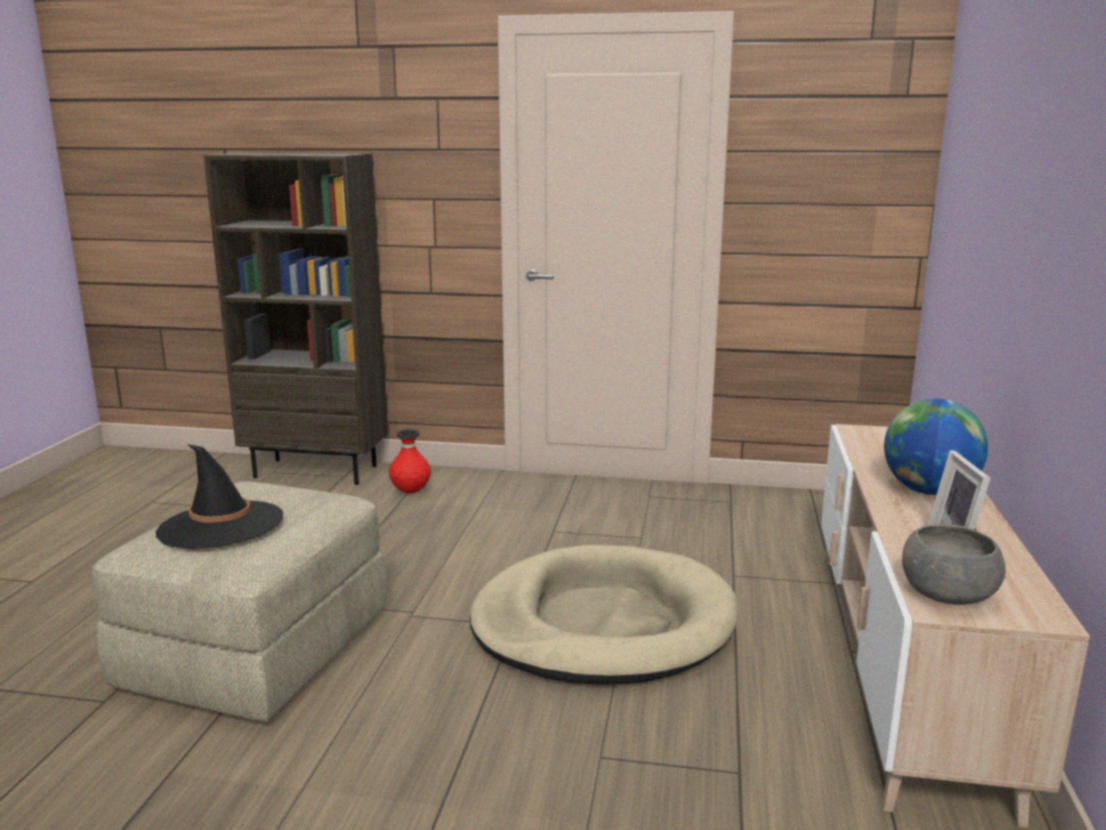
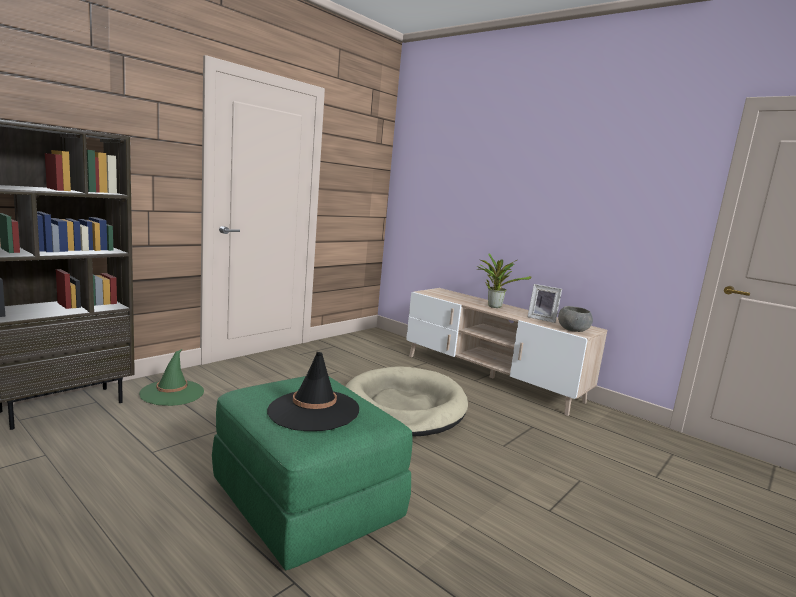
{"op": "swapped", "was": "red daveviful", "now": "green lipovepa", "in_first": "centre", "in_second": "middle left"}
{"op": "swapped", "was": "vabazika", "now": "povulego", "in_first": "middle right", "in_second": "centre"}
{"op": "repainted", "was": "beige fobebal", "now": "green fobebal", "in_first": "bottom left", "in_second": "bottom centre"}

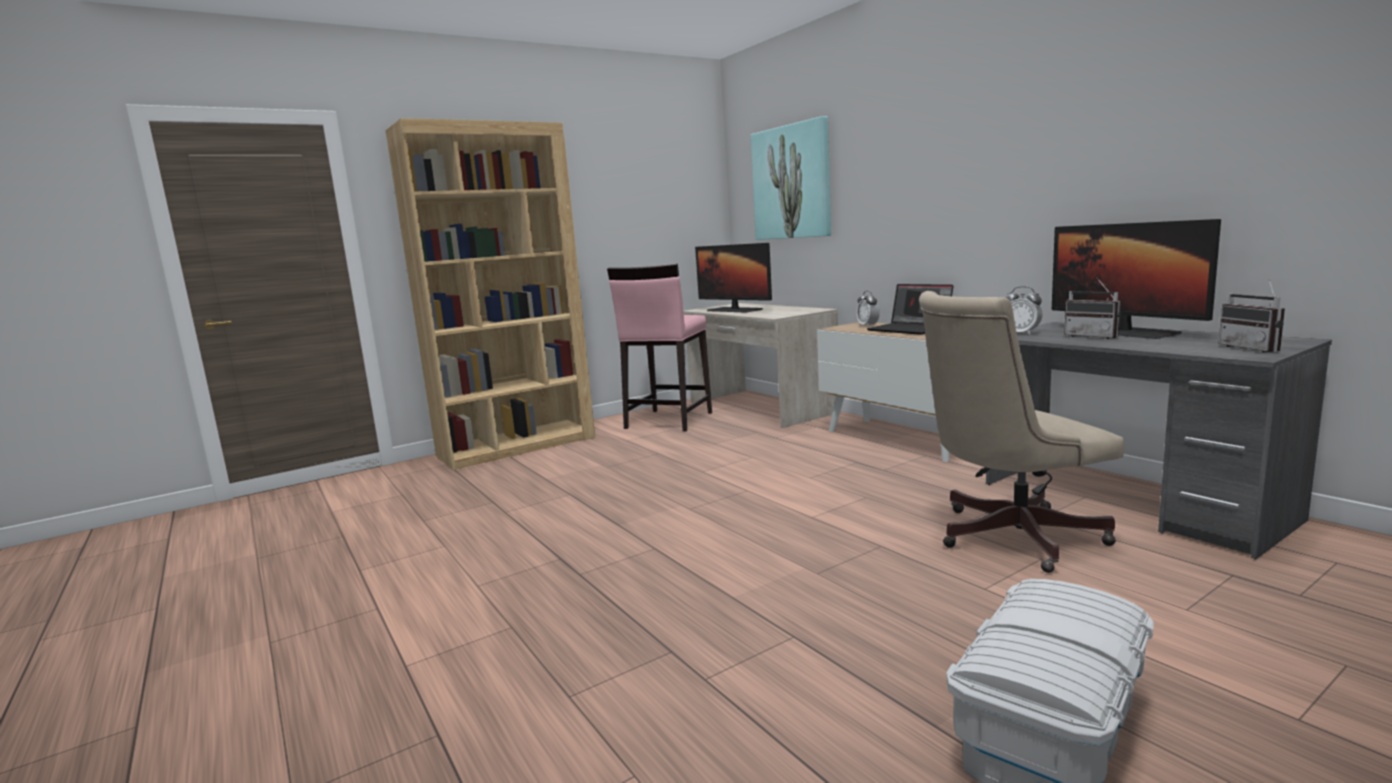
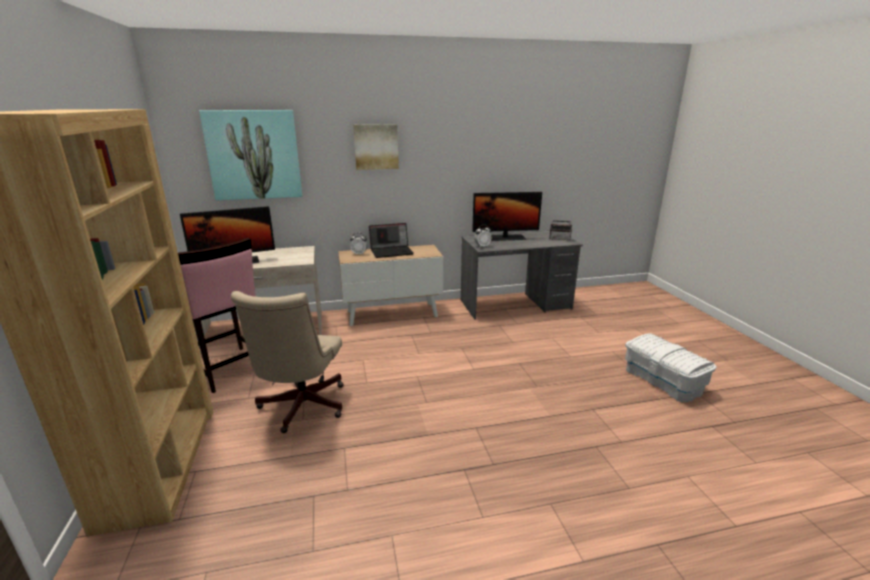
{"op": "gone", "was": "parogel (no. 1 from left)", "in_first": "middle right"}
{"op": "new", "now": "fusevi (no. 2 from left)", "in_second": "top centre"}
{"op": "shifted", "was": "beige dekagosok", "in_first": "middle right", "in_second": "middle left"}

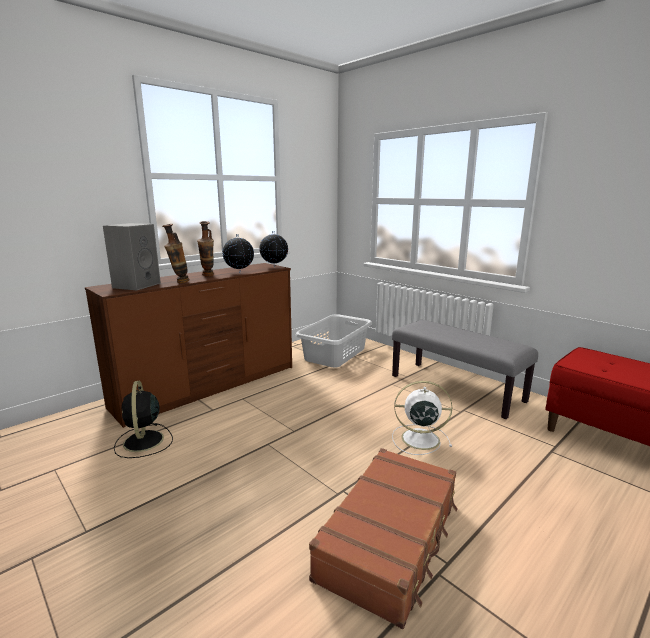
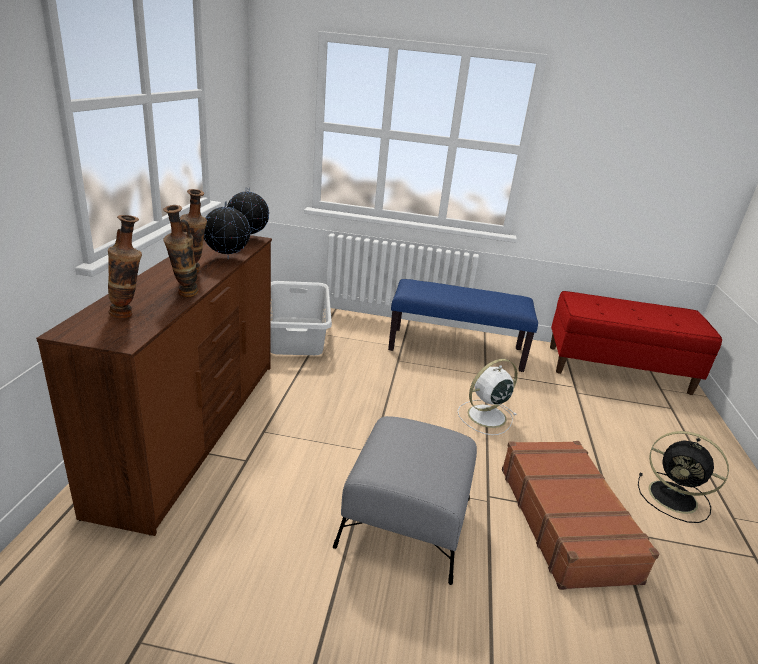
{"op": "new", "now": "grey fobebal", "in_second": "bottom centre"}
{"op": "shifted", "was": "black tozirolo", "in_first": "middle left", "in_second": "bottom right"}
{"op": "swapped", "was": "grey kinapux", "now": "daveviful (no. 1 from left)", "in_first": "middle left", "in_second": "middle left"}
{"op": "repainted", "was": "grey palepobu", "now": "blue palepobu", "in_first": "middle right", "in_second": "centre"}

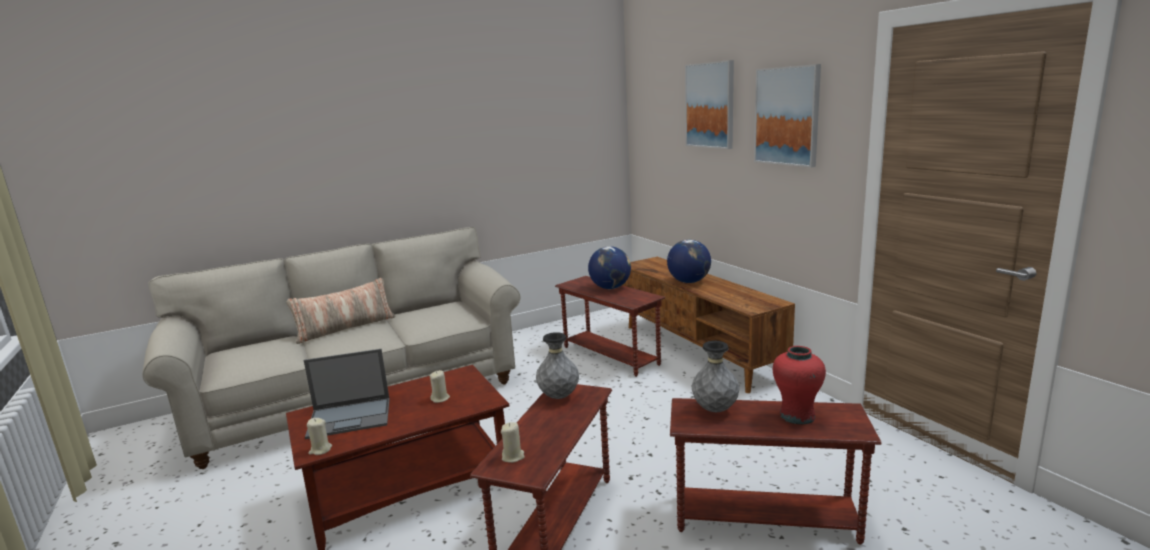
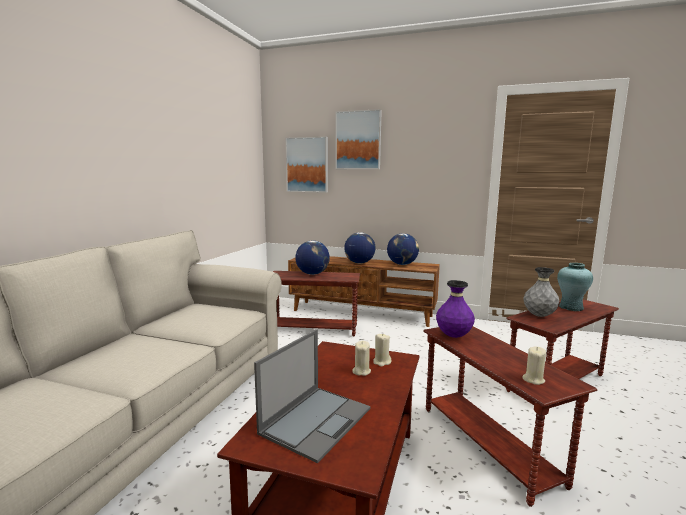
{"op": "gone", "was": "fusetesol", "in_first": "middle left"}
{"op": "new", "now": "vabazika (no. 3 from left)", "in_second": "centre"}
{"op": "shifted", "was": "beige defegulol (no. 1 from left in the first image)", "now": "beige defegulol (no. 2 from left)", "in_first": "bottom left", "in_second": "bottom centre"}
{"op": "shifted", "was": "fusevi (no. 2 from left in the first image)", "now": "fusevi (no. 1 from left)", "in_first": "top right", "in_second": "top centre"}
{"op": "repainted", "was": "grey daveviful (no. 1 from left)", "now": "purple daveviful", "in_first": "centre", "in_second": "centre"}
{"op": "repainted", "was": "red daveviful", "now": "turquoise daveviful", "in_first": "bottom right", "in_second": "middle right"}

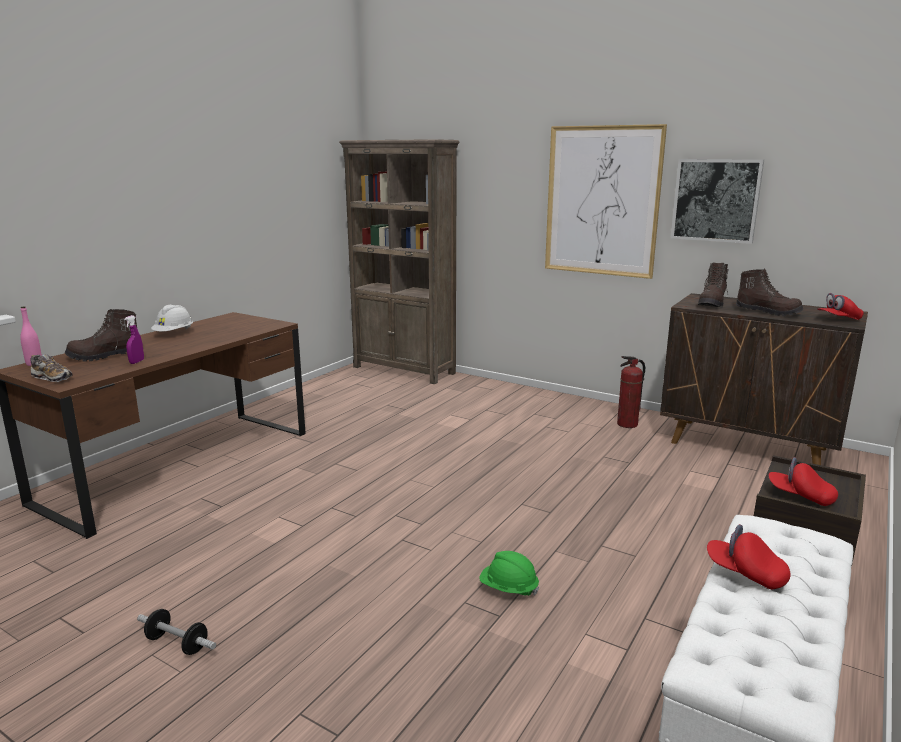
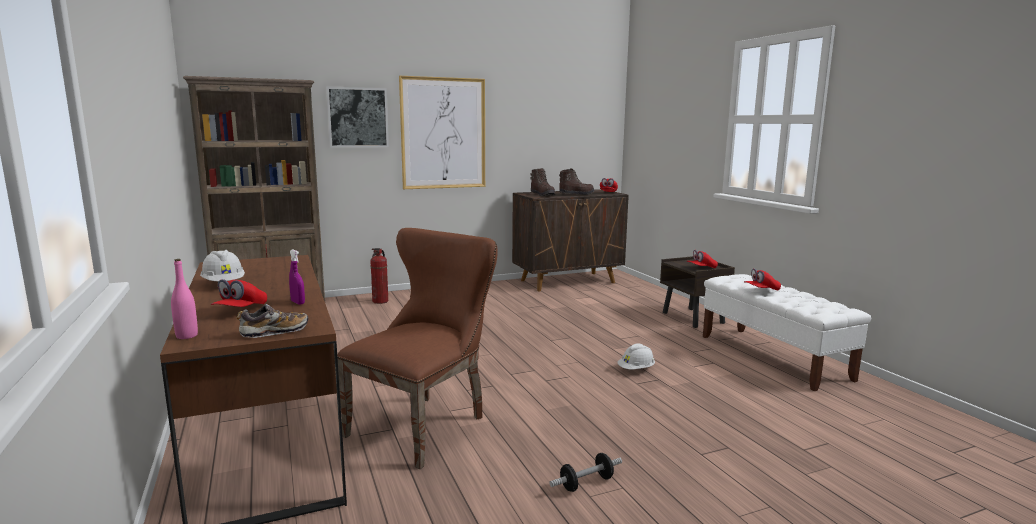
{"op": "new", "now": "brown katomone", "in_second": "centre"}
{"op": "shifted", "was": "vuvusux", "in_first": "middle right", "in_second": "centre"}
{"op": "shifted", "was": "fusevi (no. 2 from left in the first image)", "now": "fusevi (no. 1 from left)", "in_first": "top right", "in_second": "top centre"}
{"op": "swapped", "was": "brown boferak (no. 1 from left)", "now": "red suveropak (no. 1 from left)", "in_first": "middle left", "in_second": "middle left"}
{"op": "repainted", "was": "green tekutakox", "now": "white tekutakox (no. 2 from left)", "in_first": "bottom centre", "in_second": "bottom centre"}

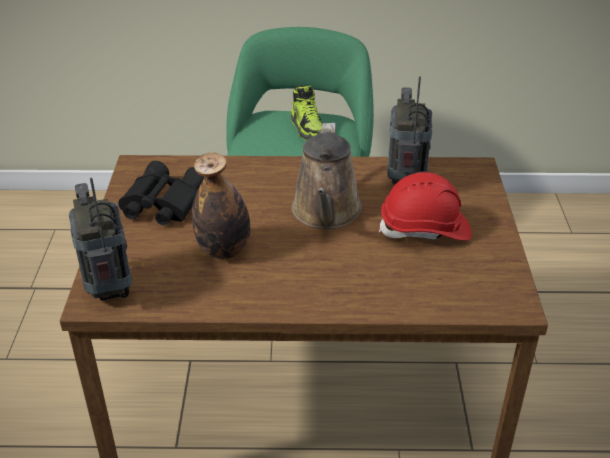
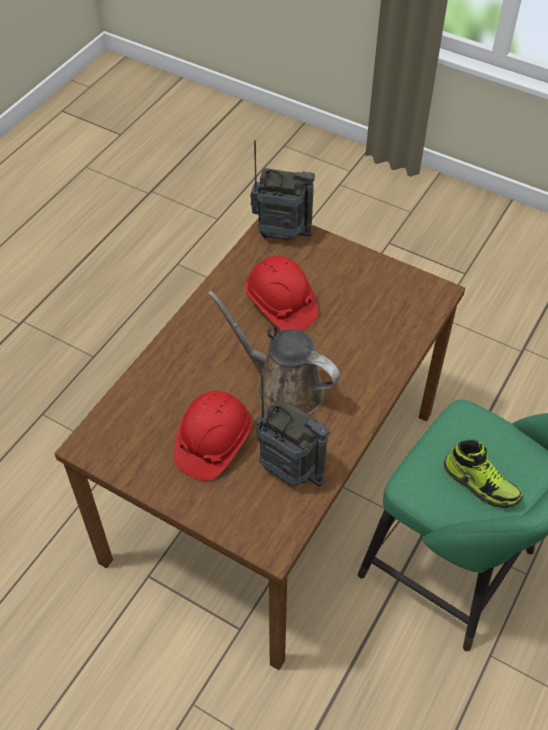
{"op": "gone", "was": "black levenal", "in_first": "middle left"}
{"op": "swapped", "was": "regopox", "now": "red tekutakox (no. 2 from left)", "in_first": "centre", "in_second": "centre"}
{"op": "rotated", "was": "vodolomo", "in_first": "top centre", "in_second": "middle right", "clockwise": -150}

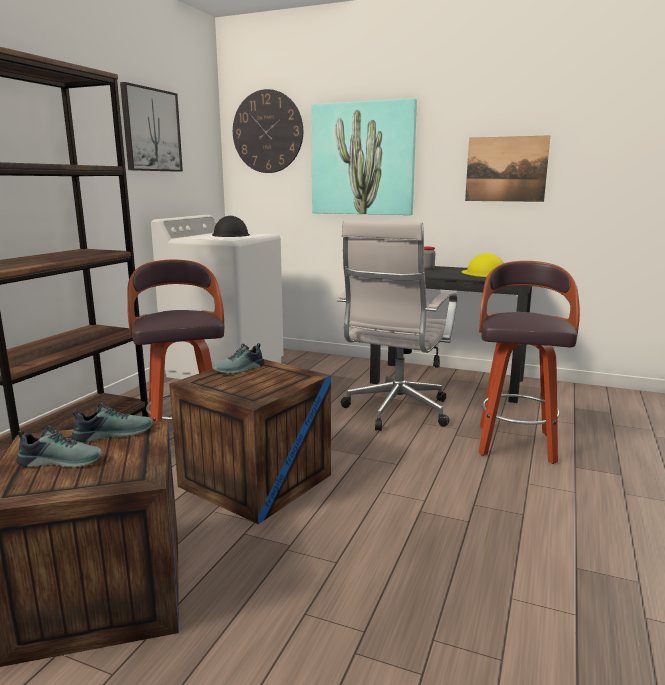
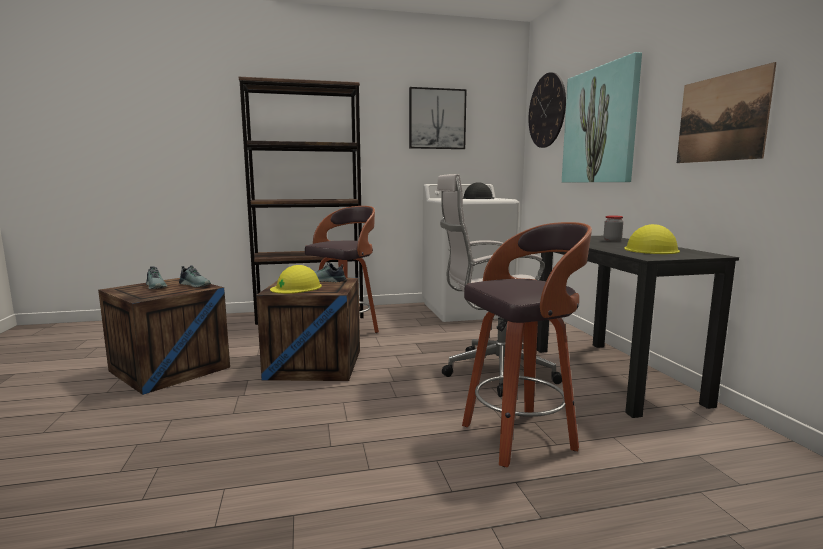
{"op": "new", "now": "yellow tekutakox (no. 1 from left)", "in_second": "centre"}

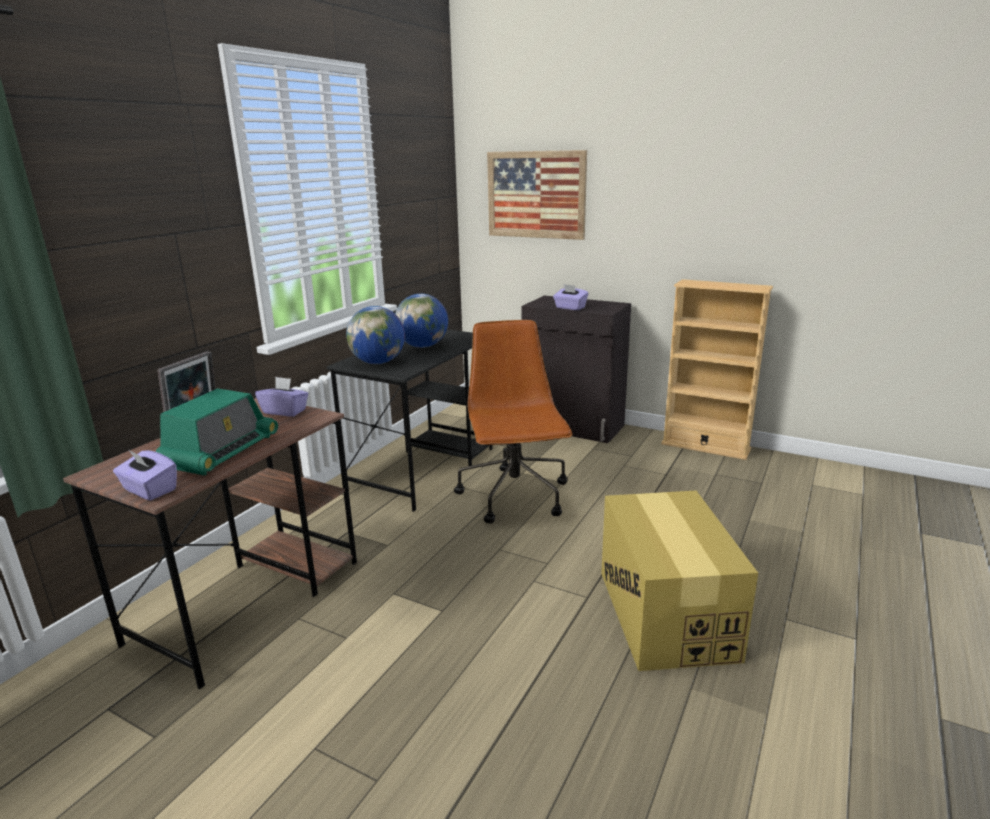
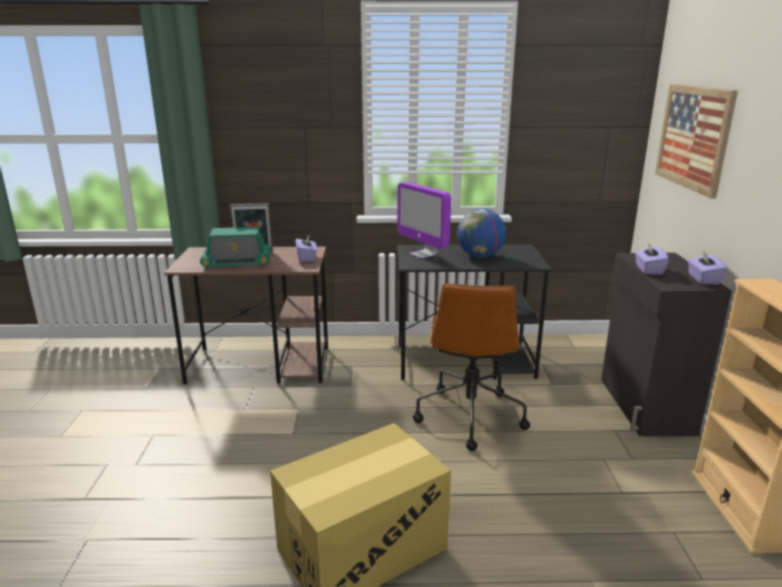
{"op": "shifted", "was": "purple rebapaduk (no. 1 from left in the first image)", "now": "purple rebapaduk (no. 3 from left)", "in_first": "middle left", "in_second": "middle right"}
{"op": "swapped", "was": "vabazika (no. 1 from left)", "now": "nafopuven", "in_first": "centre", "in_second": "centre"}
{"op": "rotated", "was": "brown dekagosok", "in_first": "centre", "in_second": "centre", "clockwise": 135}

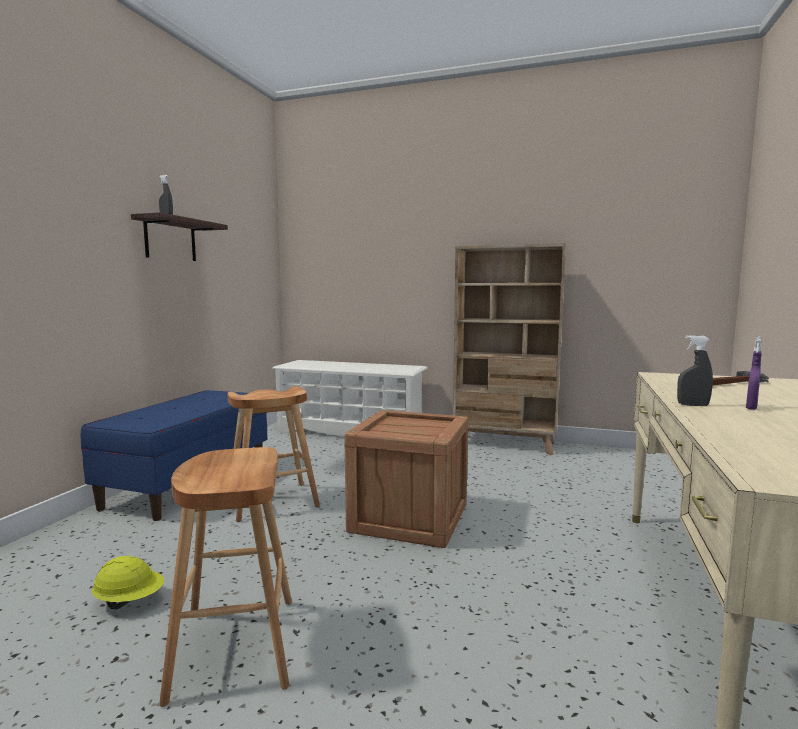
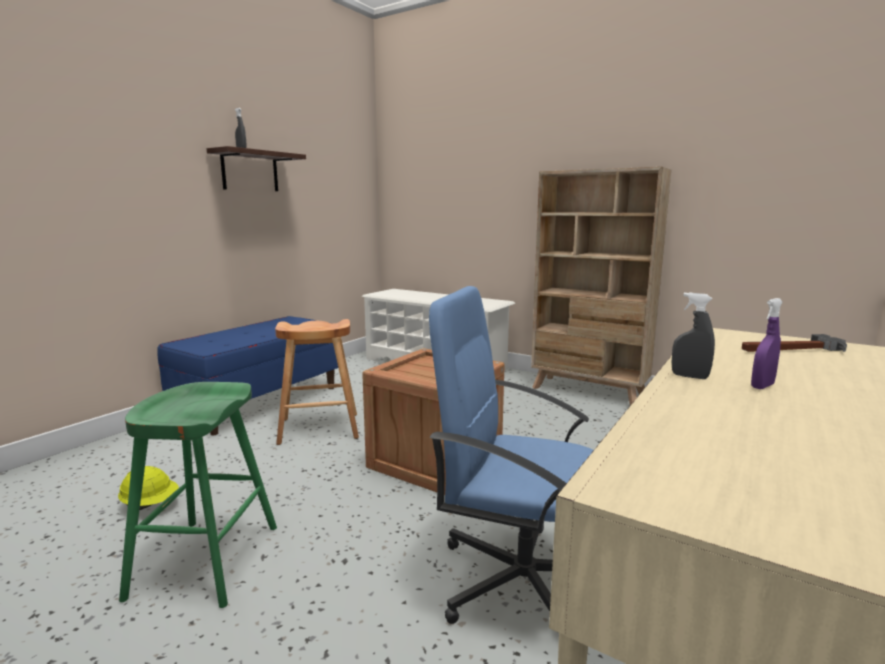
{"op": "new", "now": "blue dekagosok", "in_second": "bottom centre"}
{"op": "repainted", "was": "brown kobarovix (no. 1 from left)", "now": "green kobarovix", "in_first": "bottom left", "in_second": "bottom left"}

